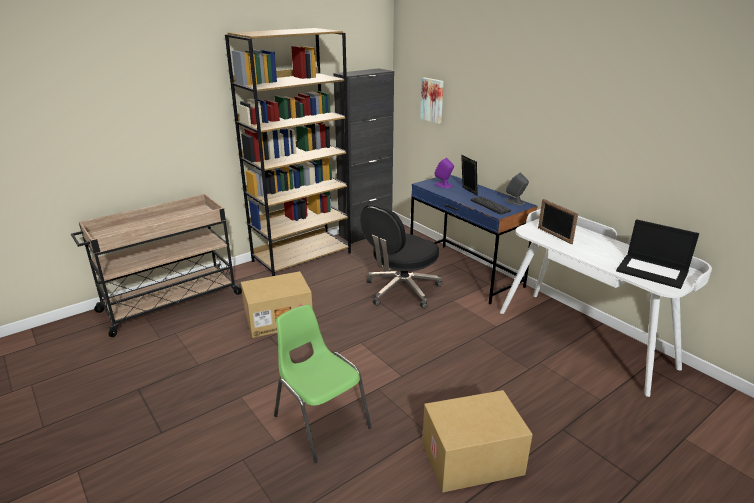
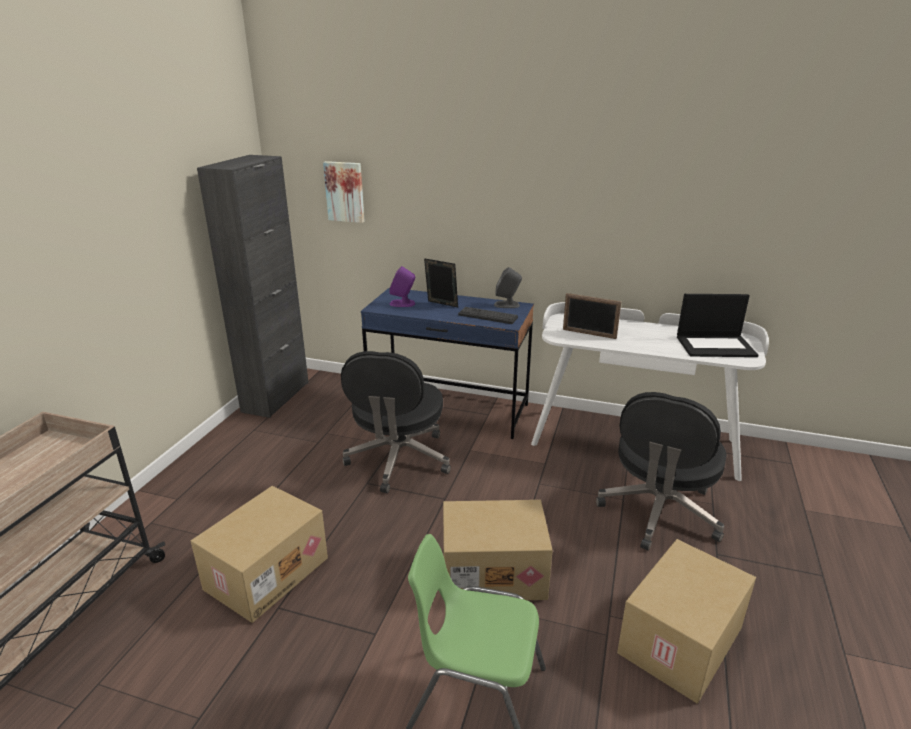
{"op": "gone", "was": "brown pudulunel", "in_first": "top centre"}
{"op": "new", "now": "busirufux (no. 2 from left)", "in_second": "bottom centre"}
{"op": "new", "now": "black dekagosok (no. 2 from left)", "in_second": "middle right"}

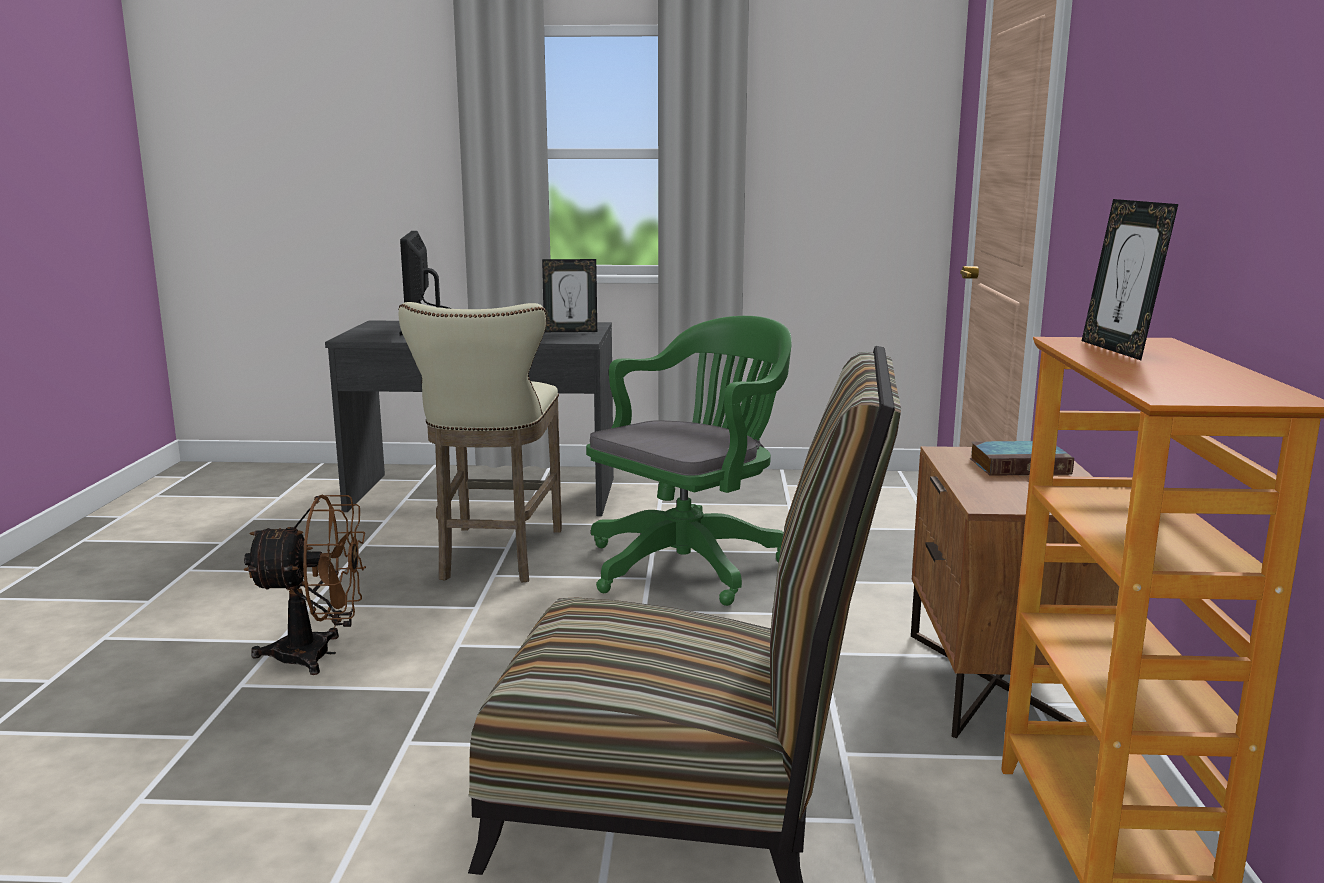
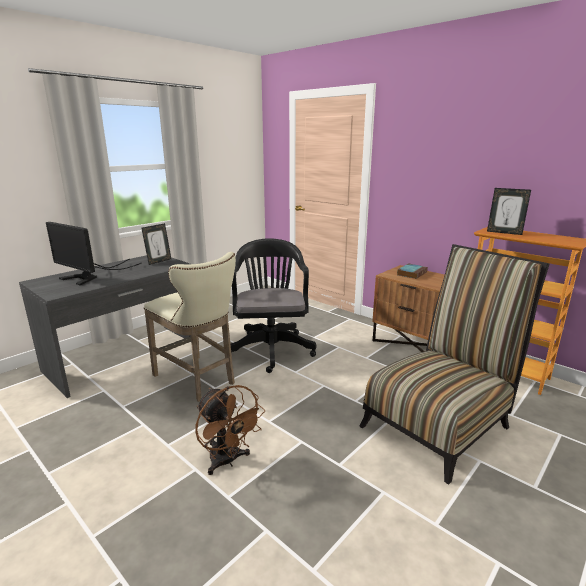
{"op": "repainted", "was": "green dekagosok", "now": "black dekagosok", "in_first": "centre", "in_second": "centre"}
{"op": "rotated", "was": "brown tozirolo", "in_first": "middle left", "in_second": "bottom centre", "clockwise": 105}

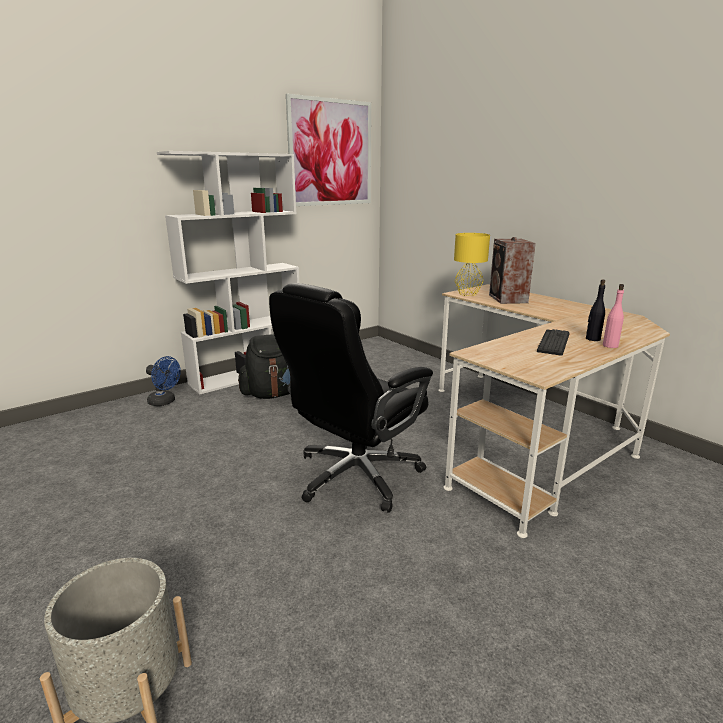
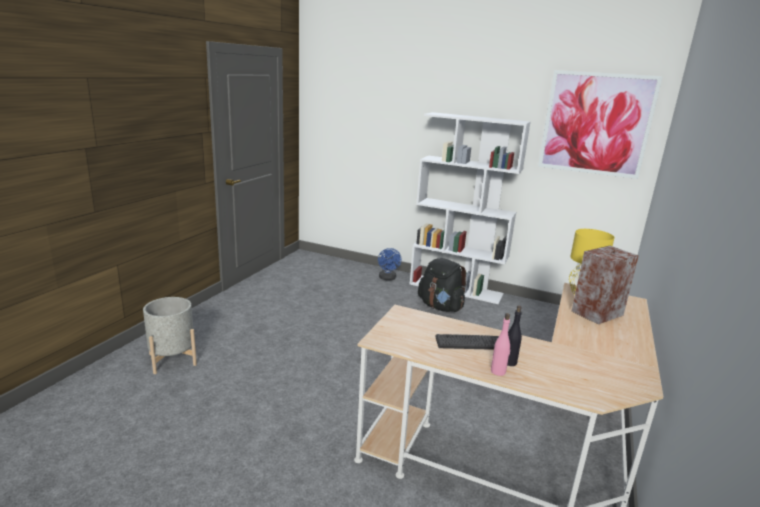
{"op": "gone", "was": "black dekagosok", "in_first": "centre"}

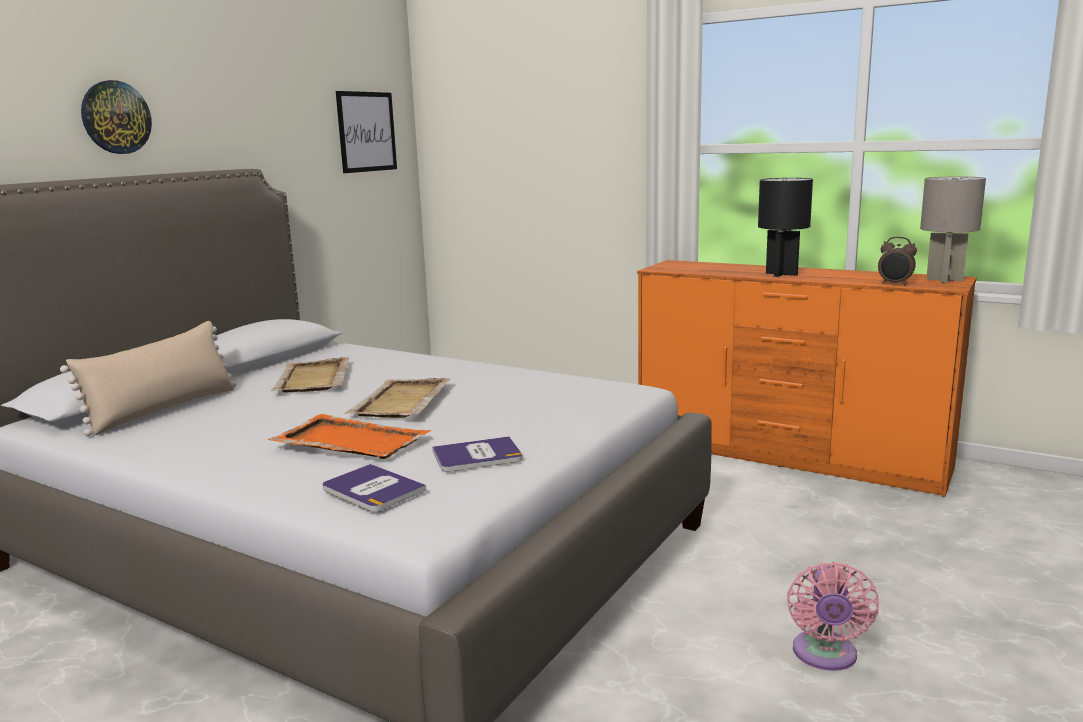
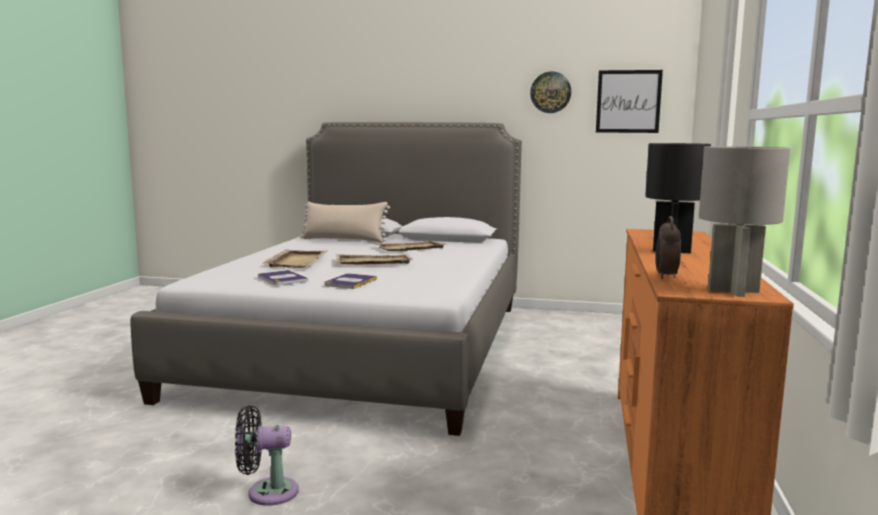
{"op": "shifted", "was": "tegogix", "in_first": "top left", "in_second": "top centre"}
{"op": "shifted", "was": "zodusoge (no. 1 from left in the first image)", "now": "zodusoge (no. 2 from left)", "in_first": "bottom centre", "in_second": "centre"}
{"op": "repainted", "was": "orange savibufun", "now": "beige savibufun (no. 1 from left)", "in_first": "middle left", "in_second": "centre"}
{"op": "repainted", "was": "pink tozirolo", "now": "black tozirolo", "in_first": "bottom right", "in_second": "bottom left"}

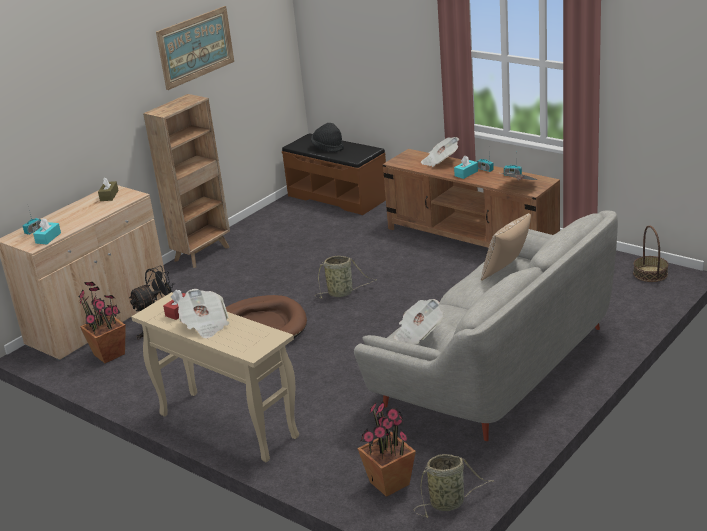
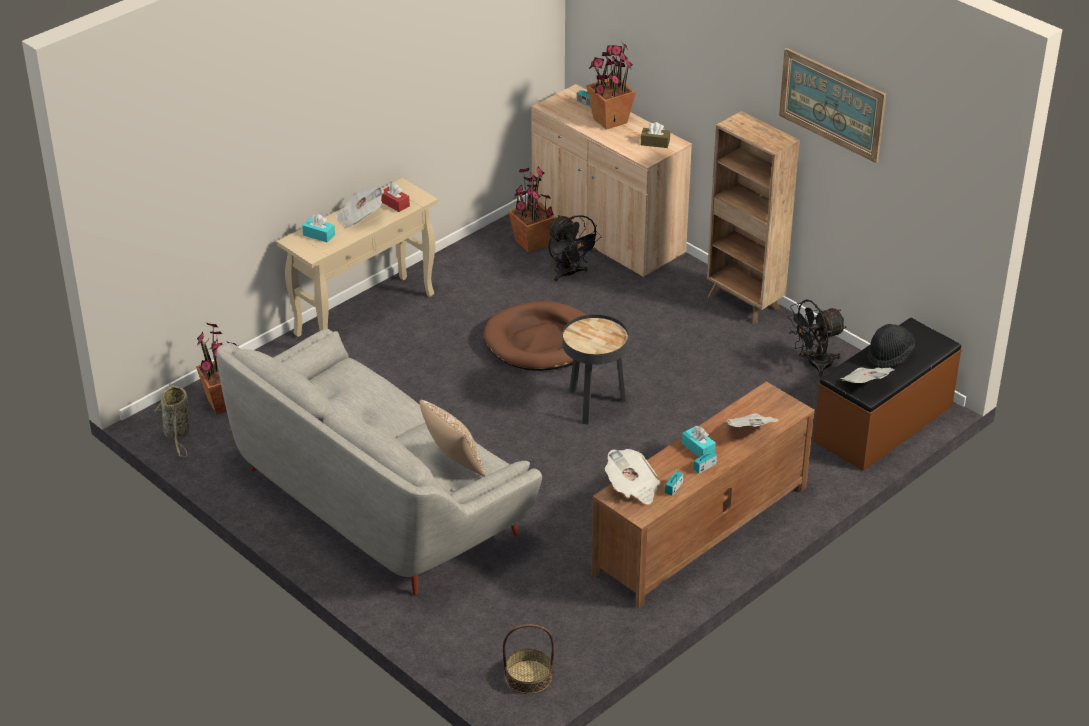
{"op": "new", "now": "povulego (no. 3 from left)", "in_second": "top centre"}
{"op": "new", "now": "black tozirolo (no. 2 from left)", "in_second": "middle right"}
{"op": "shifted", "was": "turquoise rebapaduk (no. 1 from left)", "in_first": "middle left", "in_second": "top left"}
{"op": "shifted", "was": "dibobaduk (no. 2 from left in the first image)", "now": "dibobaduk (no. 4 from left)", "in_first": "centre", "in_second": "middle right"}
{"op": "swapped", "was": "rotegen (no. 1 from left)", "now": "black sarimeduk", "in_first": "centre", "in_second": "centre"}

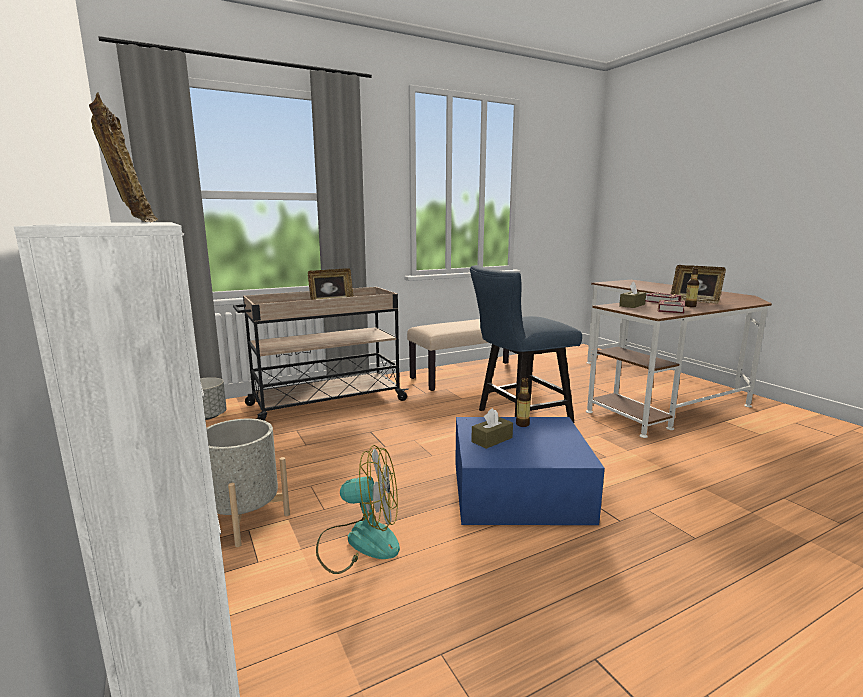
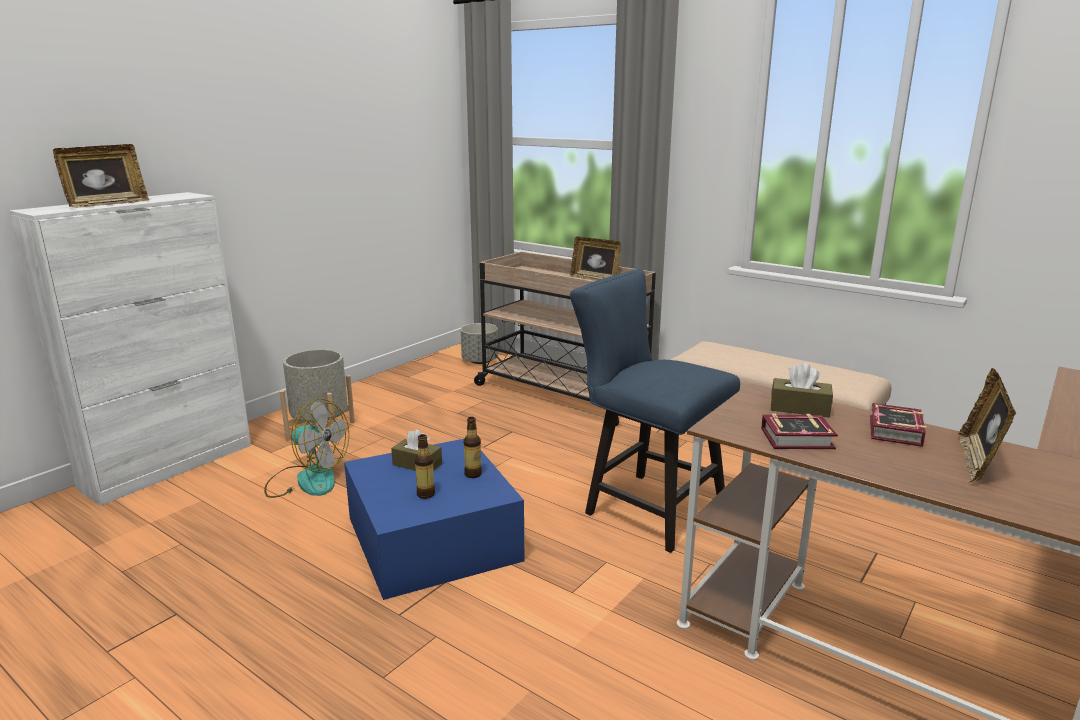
{"op": "shifted", "was": "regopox (no. 2 from left in the first image)", "now": "regopox (no. 1 from left)", "in_first": "middle right", "in_second": "centre"}
{"op": "rotated", "was": "tozirolo", "in_first": "bottom centre", "in_second": "middle left", "clockwise": -45}

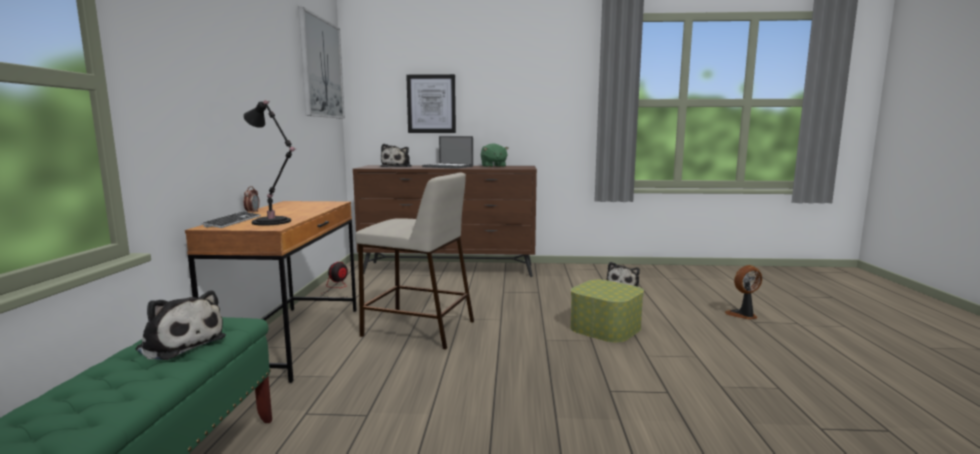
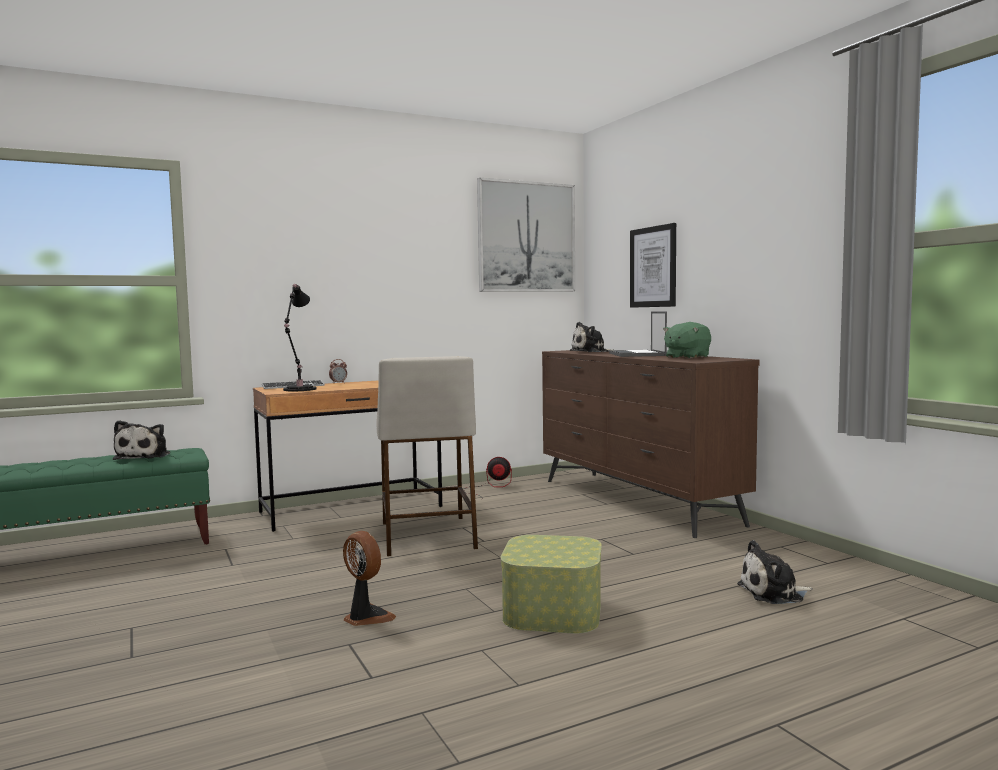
{"op": "shifted", "was": "tozirolo (no. 2 from left in the first image)", "now": "tozirolo (no. 1 from left)", "in_first": "middle right", "in_second": "bottom centre"}

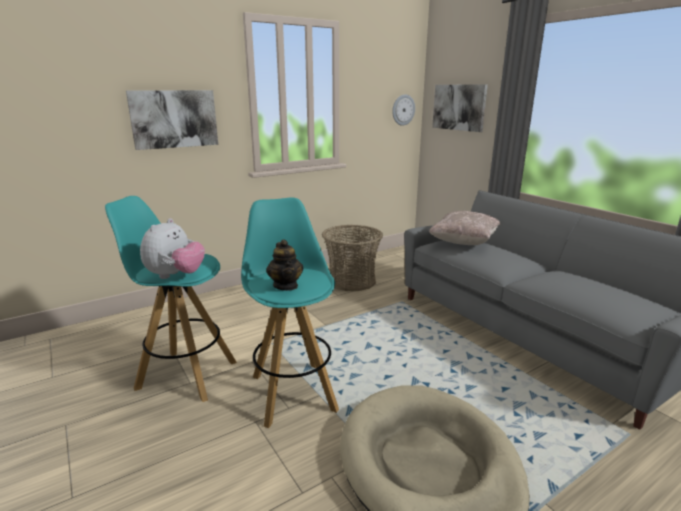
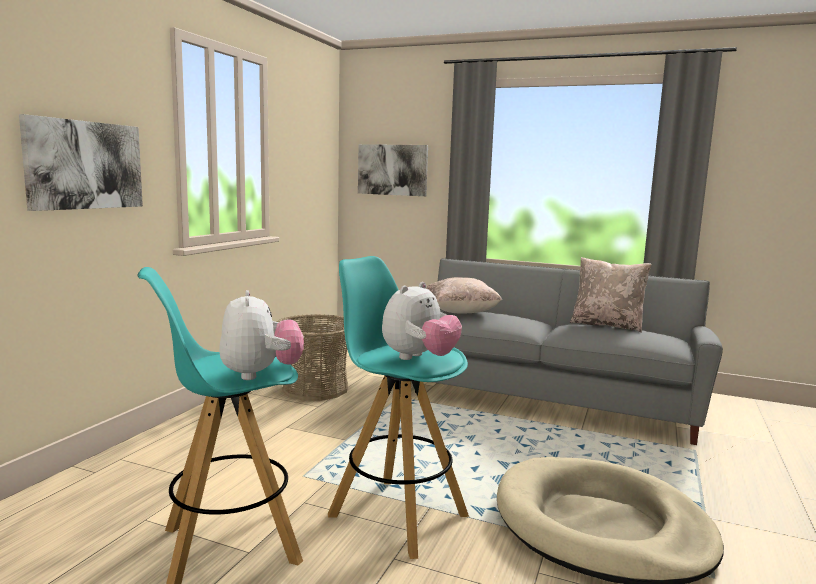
{"op": "gone", "was": "tegogix", "in_first": "top centre"}
{"op": "new", "now": "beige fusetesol (no. 2 from left)", "in_second": "middle right"}
{"op": "swapped", "was": "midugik", "now": "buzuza (no. 2 from left)", "in_first": "centre", "in_second": "centre"}

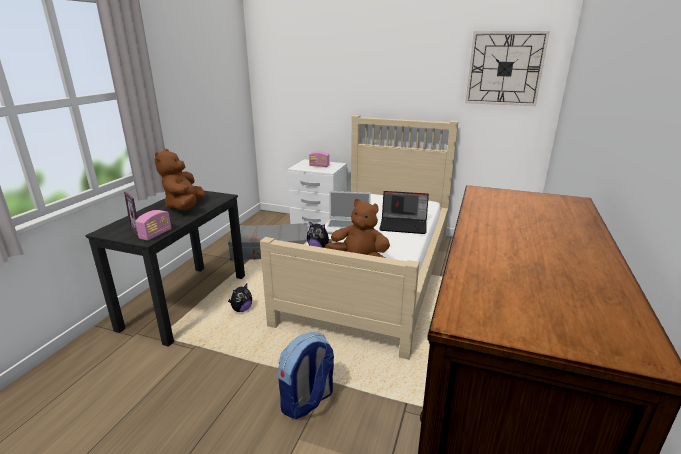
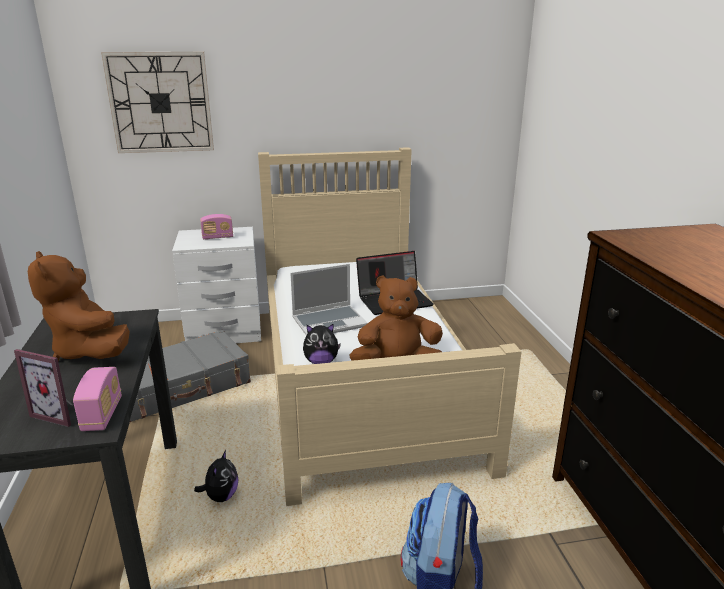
{"op": "shifted", "was": "tegogix", "in_first": "top right", "in_second": "top left"}

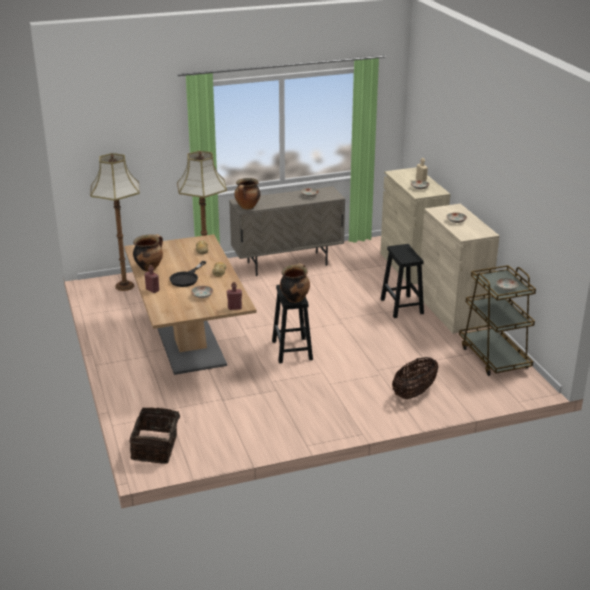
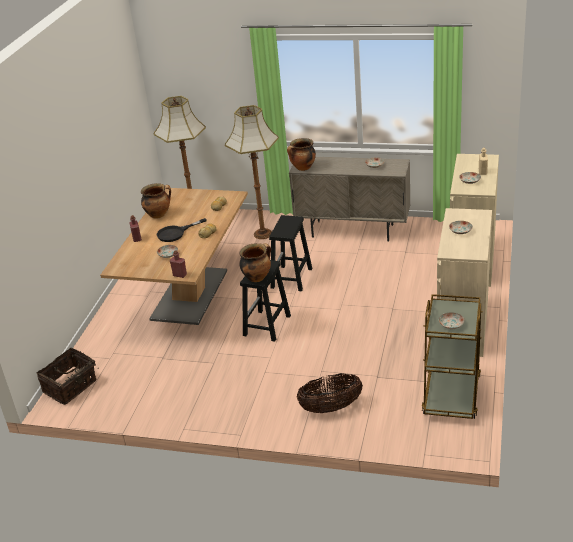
{"op": "shifted", "was": "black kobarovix (no. 2 from left)", "in_first": "middle right", "in_second": "centre"}

